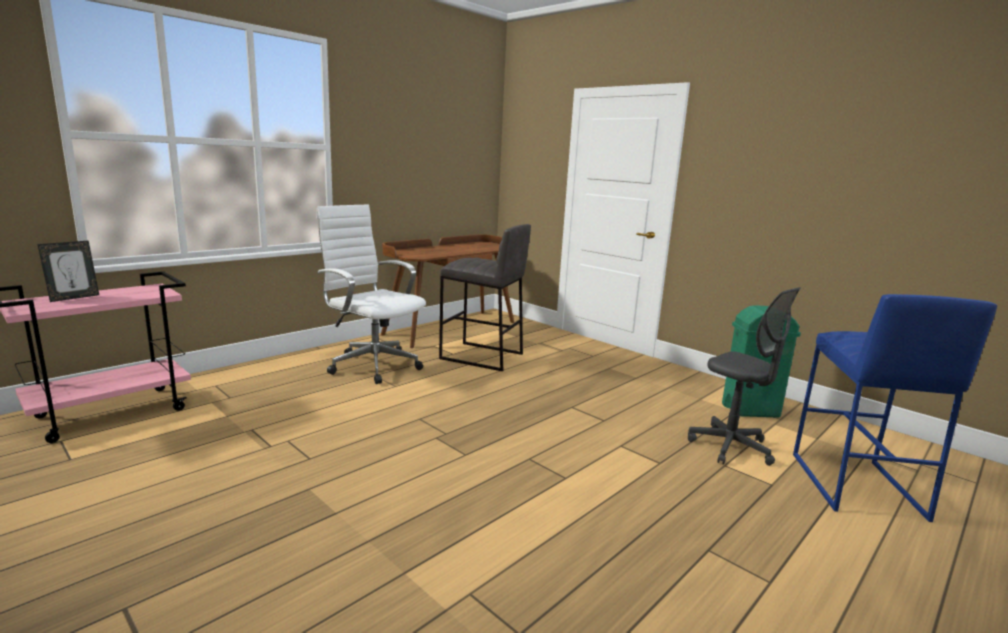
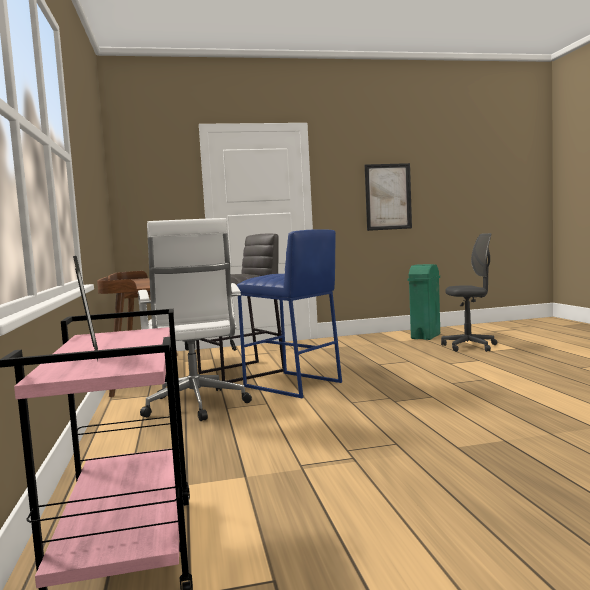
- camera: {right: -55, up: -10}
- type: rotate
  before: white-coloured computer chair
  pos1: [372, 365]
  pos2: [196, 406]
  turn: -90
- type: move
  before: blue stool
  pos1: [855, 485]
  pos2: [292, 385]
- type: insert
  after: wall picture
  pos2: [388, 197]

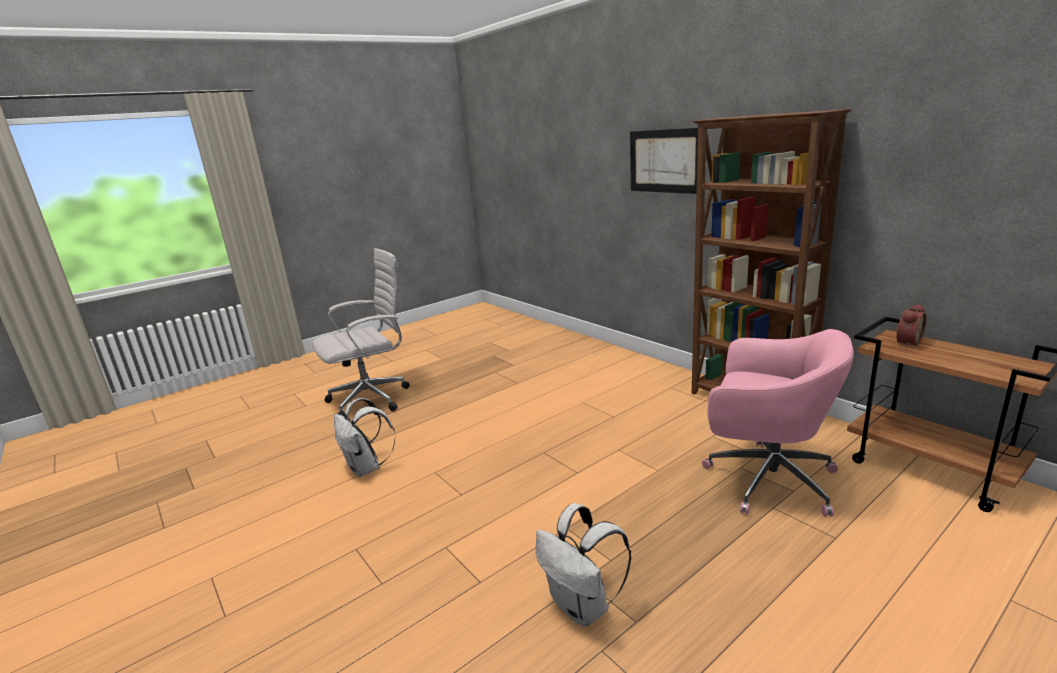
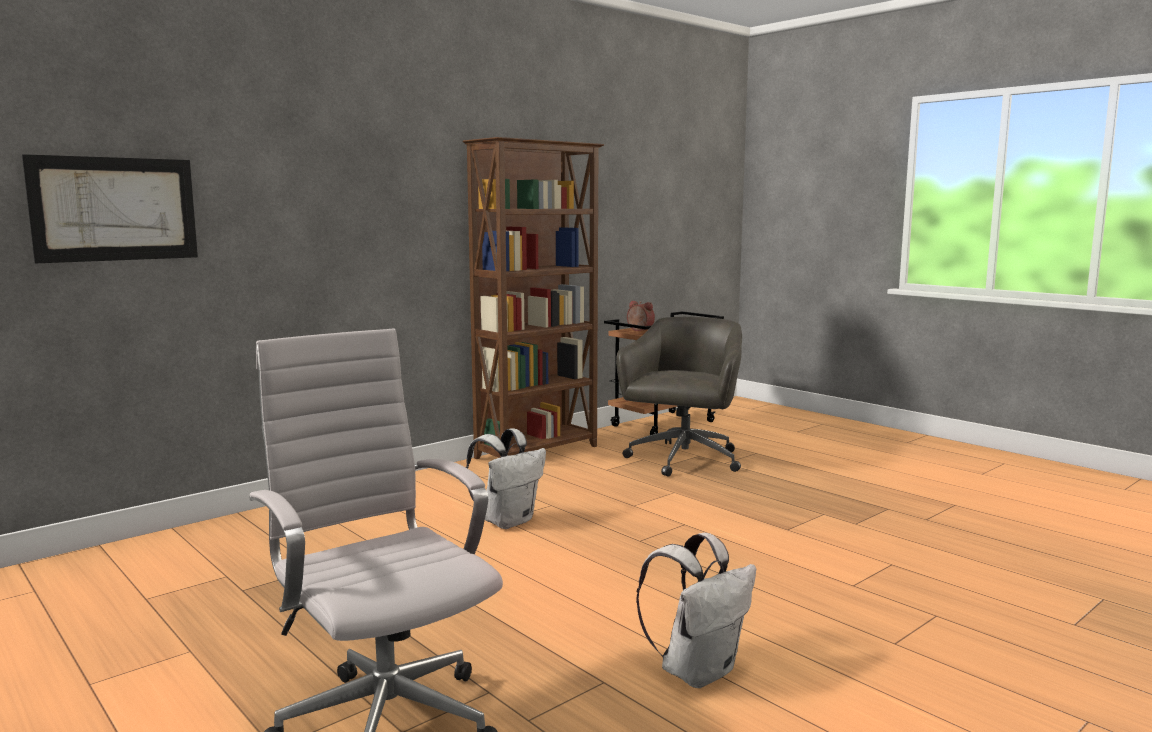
- camera: {right: -95, up: -10}
- type: move
  before: white-coloured knapsack
  pos1: [583, 606]
  pos2: [508, 521]
- type: move
  before: wall picture
  pos1: [665, 161]
  pos2: [115, 209]
- type: recolor
  before: pinkish computer chair
  after: greyish computer chair
  pos1: [766, 479]
  pos2: [683, 460]

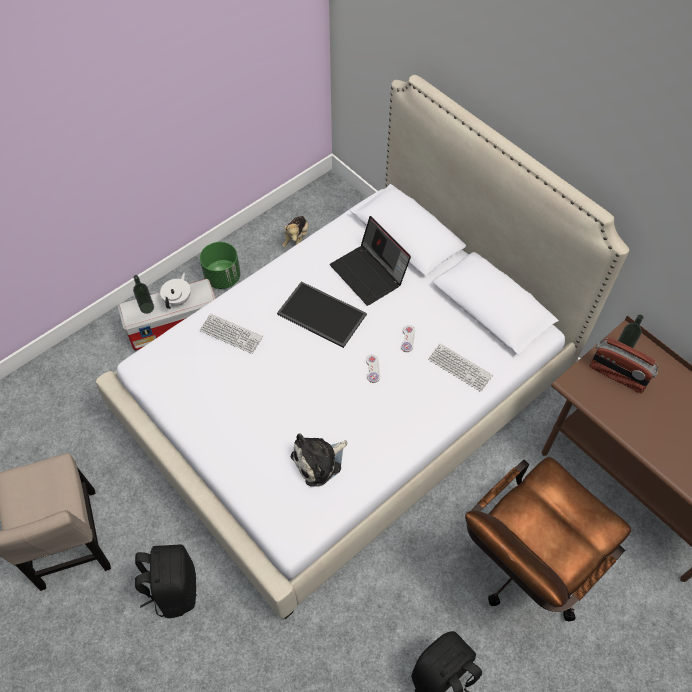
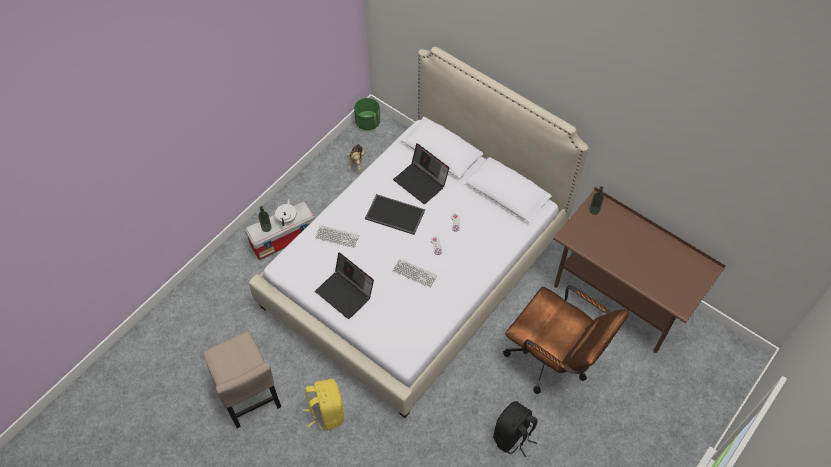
- camera: {right: -10, up: 0}
- type: recolor
  before: black-coloured knapsack
  after: yellow-coloured knapsack
  pos1: [173, 589]
  pos2: [327, 412]
- type: move
  before: green-coloured plant pot
  pos1: [223, 277]
  pos2: [367, 122]
- type: delete
  before: cuddly toy
  pos1: [319, 461]
- type: move
  before: computer keyboard
  pos1: [460, 368]
  pos2: [414, 273]
- type: rotate
  before: brownish computer chair
  pos1: [524, 567]
  pos2: [554, 360]
  turn: -90
- type: delete
  before: radio receiver
  pos1: [617, 375]
- type: insert
  after: notebook computer
  pos2: [346, 293]

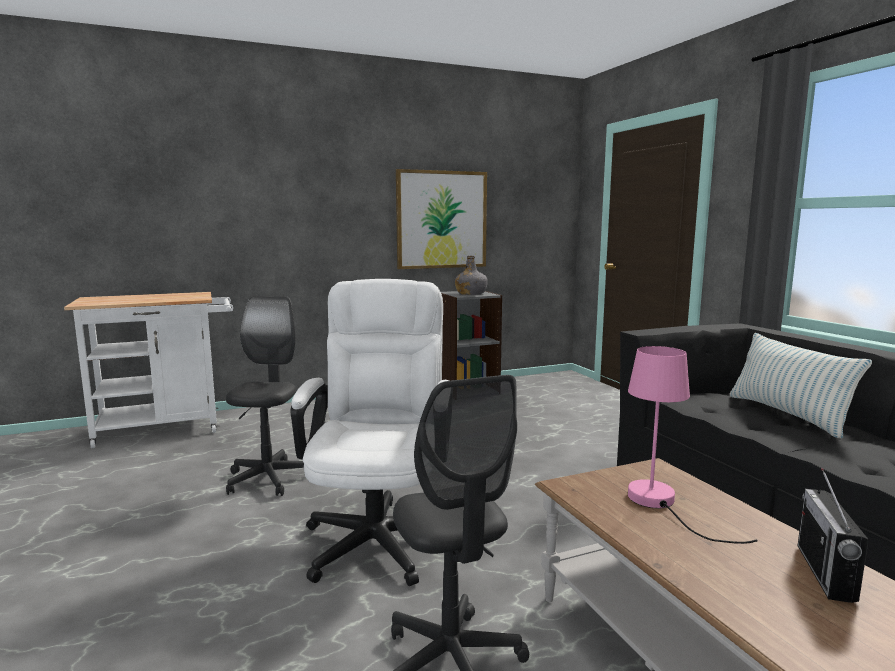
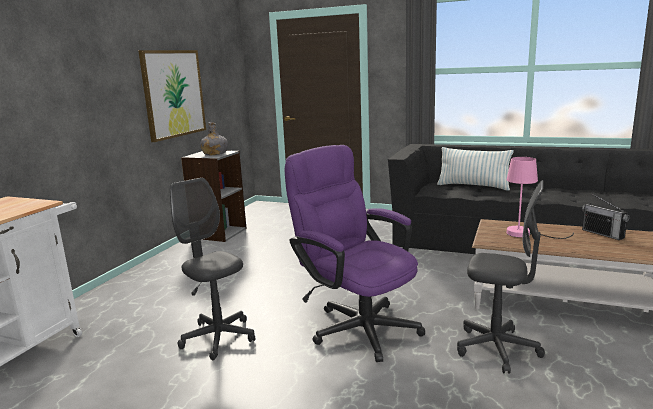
- camera: {right: -45, up: 5}
- type: recolor
  before: white-coloured computer chair
  after: purple computer chair
  pos1: [380, 533]
  pos2: [357, 325]

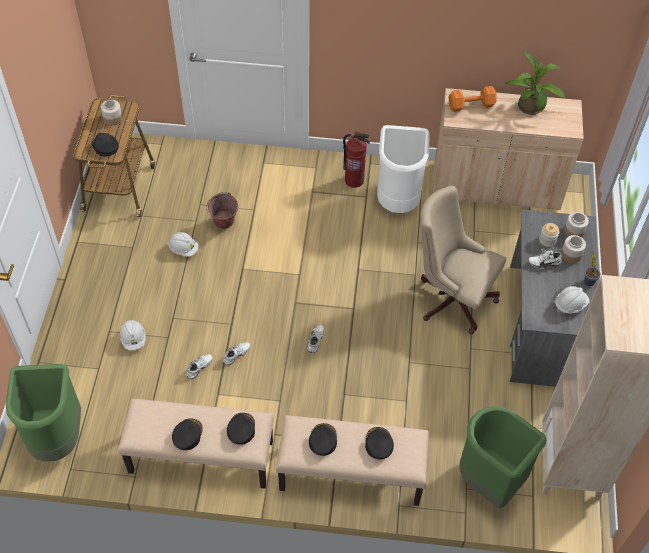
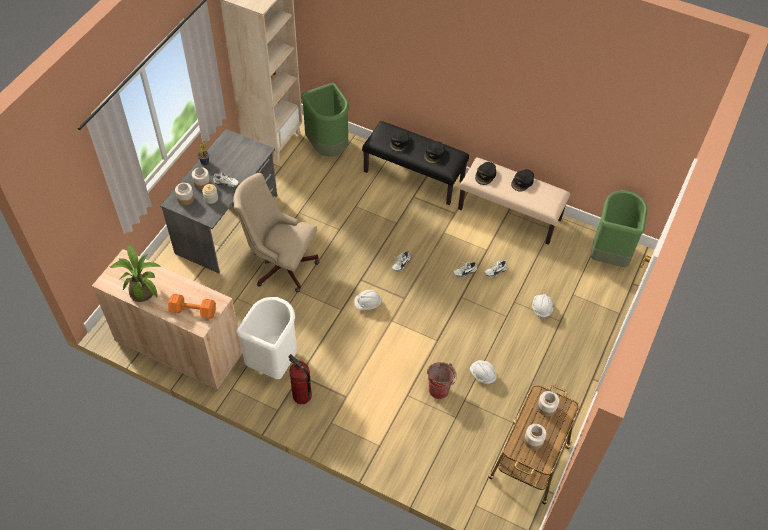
- camera: {right: -160, up: 0}
- type: replace
  before: black-coloured peaked cap
  after: preserve jar
  pos1: [105, 146]
  pos2: [546, 407]
- type: recolor
  before: sand-coloured long seat
  after: black-coloured long seat
  pos1: [350, 475]
  pos2: [414, 176]
- type: rotate
  before: sand-coloured computer chair
  pos1: [451, 297]
  pos2: [280, 264]
  turn: 150
- type: move
  before: white-coloured work helmet
  pos1: [570, 304]
  pos2: [367, 304]

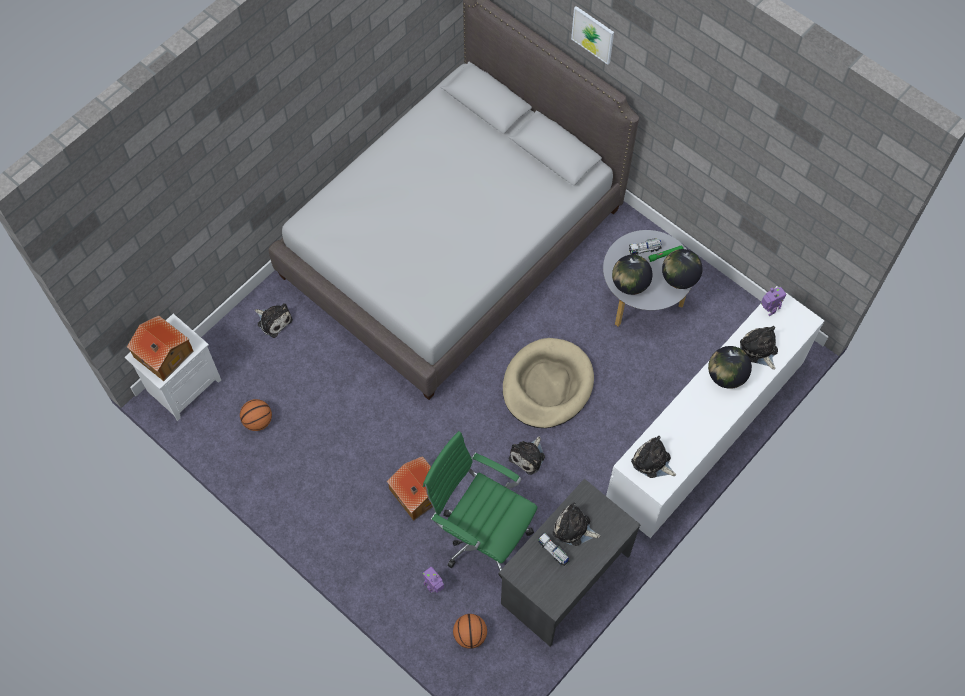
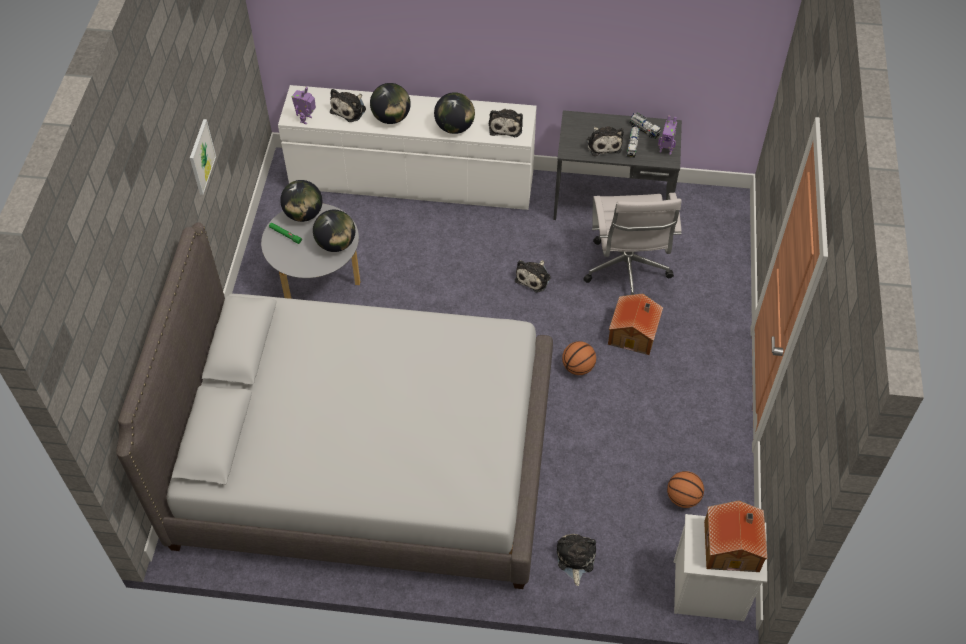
- camera: {right: -125, up: -10}
- type: recolor
  before: green-coloured computer chair
  after: white-coloured computer chair
  pos1: [480, 533]
  pos2: [626, 272]
- type: move
  before: model robot
  pos1: [434, 587]
  pos2: [666, 150]
- type: move
  before: basketball
  pos1: [470, 635]
  pos2: [578, 367]
- type: delete
  before: sand-coloured dog cushion
  pos1: [547, 385]
- type: rotate
  before: cuddly toy
  pos1: [528, 456]
  pos2: [534, 278]
  turn: 120
- type: move
  before: wall picture
  pos1: [593, 34]
  pos2: [201, 156]
- type: move
  before: toy lorry
  pos1: [644, 249]
  pos2: [644, 130]
- type: insert
  after: globe
  pos2: [454, 127]

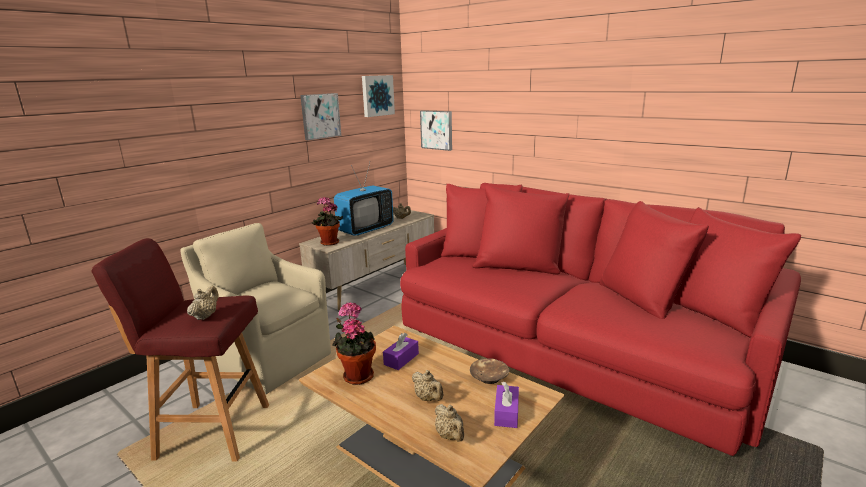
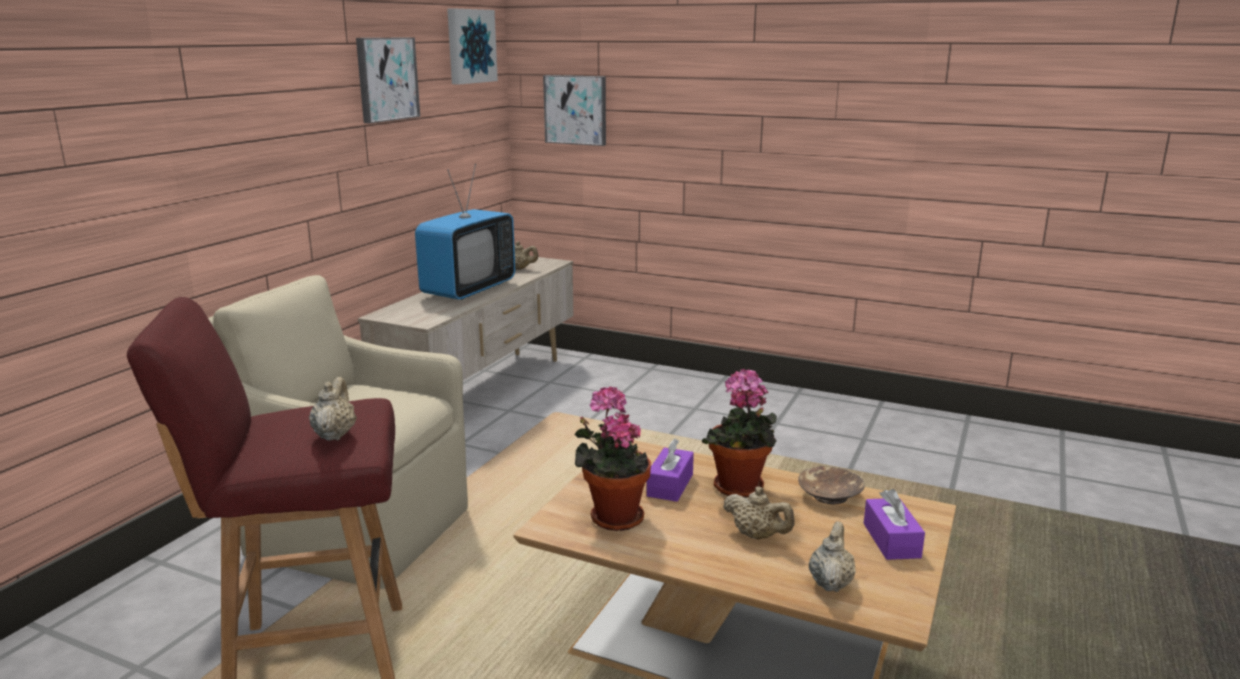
- camera: {right: -15, up: 0}
- type: move
  before: plant in a pot
  pos1: [329, 243]
  pos2: [739, 490]
- type: delete
  before: red-coloured settee
  pos1: [572, 344]
- type: rotate
  before: sand-coloured tea pot
  pos1: [450, 436]
  pos2: [830, 582]
  turn: -120

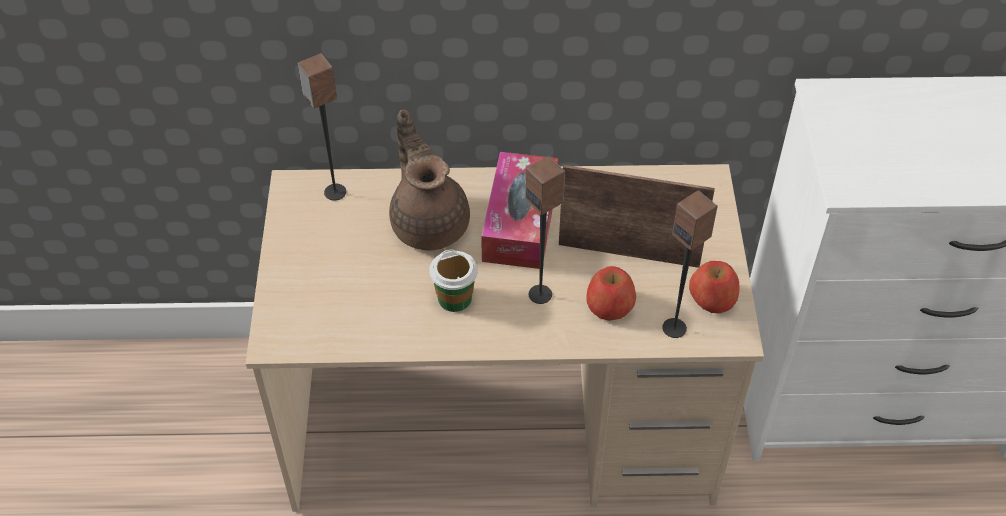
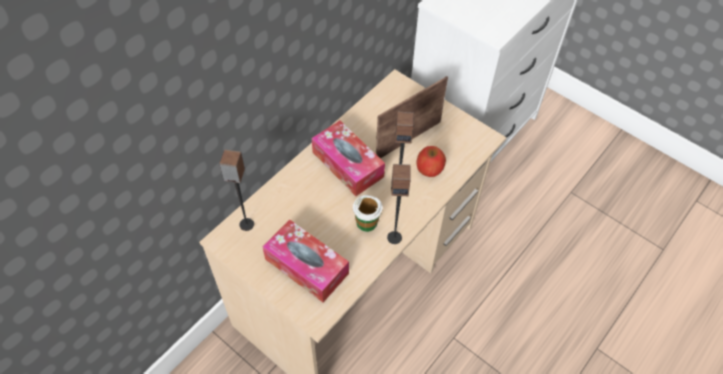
- camera: {right: -50, up: 5}
- type: delete
  before: brownish tea pot
  pos1: [429, 222]
- type: move
  before: audio speaker
  pos1: [674, 328]
  pos2: [394, 237]
- type: delete
  before: apple
  pos1: [712, 299]
- type: insert
  after: box of tissues
  pos2: [306, 266]

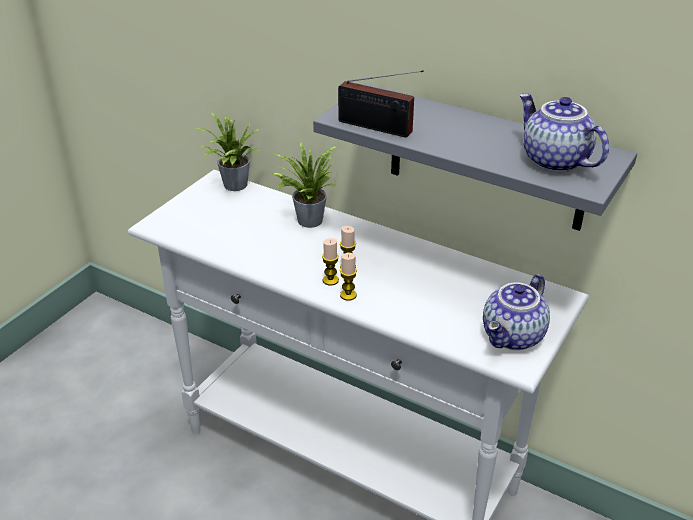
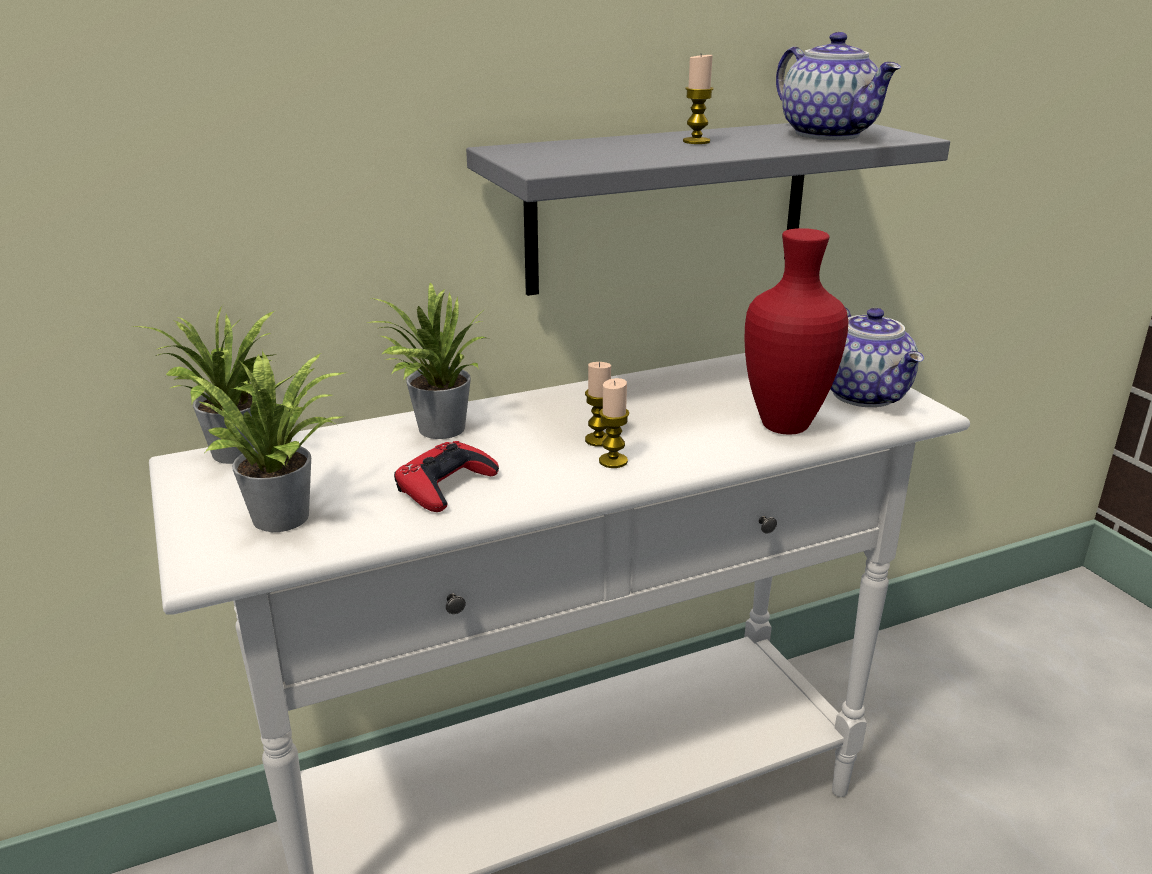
- camera: {right: -55, up: -10}
- type: delete
  before: radio receiver
  pos1: [378, 128]
- type: move
  before: wax candle
  pos1: [348, 295]
  pos2: [696, 141]
- type: rotate
  before: tea pot
  pos1: [553, 161]
  pos2: [830, 134]
  turn: -120
- type: insert
  after: plant in a pot
  pos2: [288, 515]
- type: insert
  after: red-coloured game controller
  pos2: [445, 486]
- type: insert
  after: red-coloured vase
  pos2: [787, 425]

